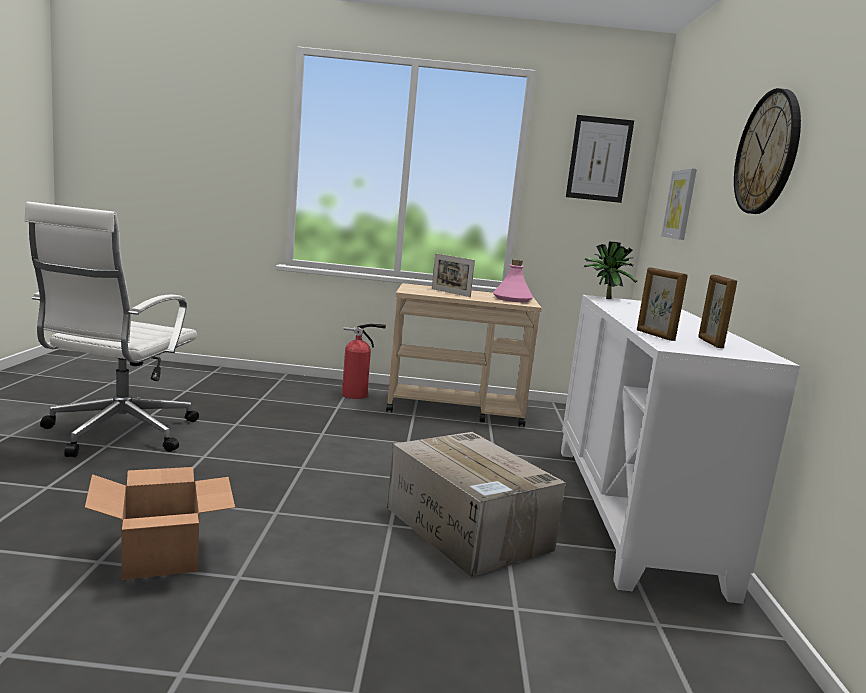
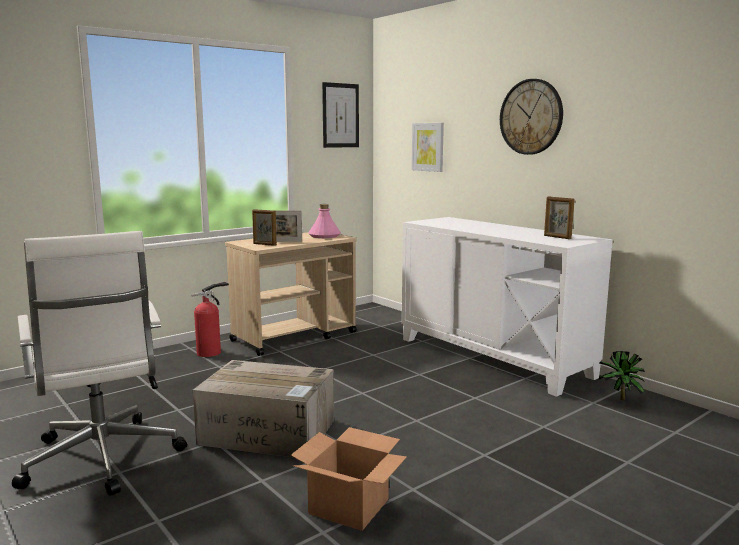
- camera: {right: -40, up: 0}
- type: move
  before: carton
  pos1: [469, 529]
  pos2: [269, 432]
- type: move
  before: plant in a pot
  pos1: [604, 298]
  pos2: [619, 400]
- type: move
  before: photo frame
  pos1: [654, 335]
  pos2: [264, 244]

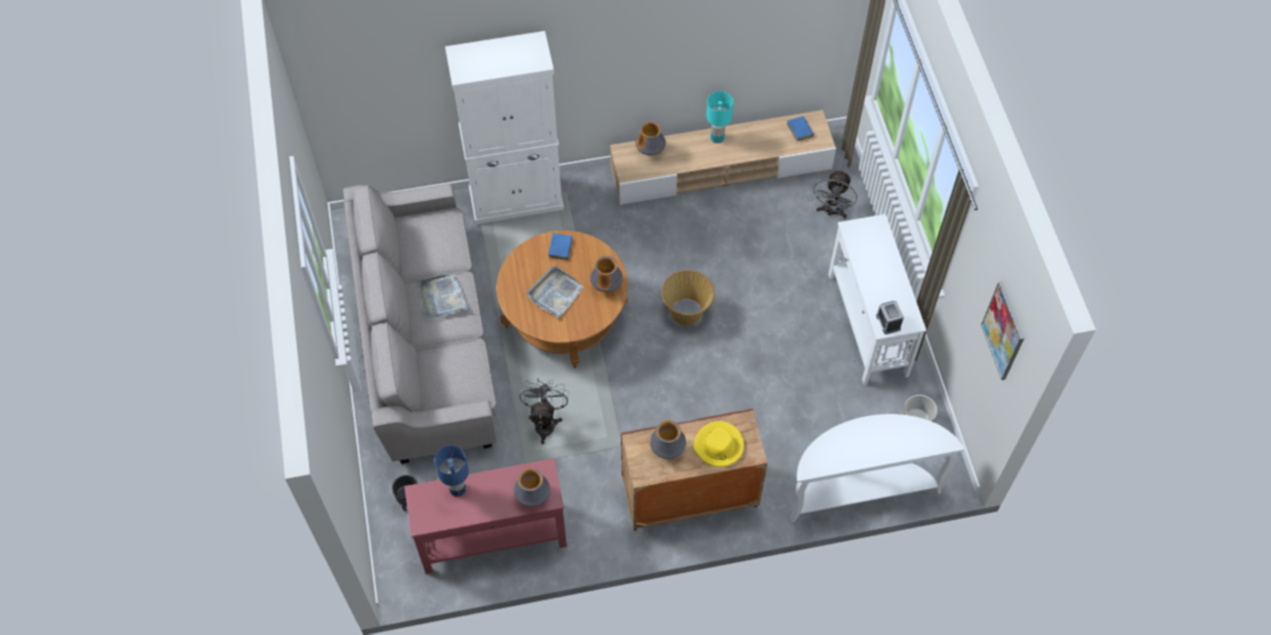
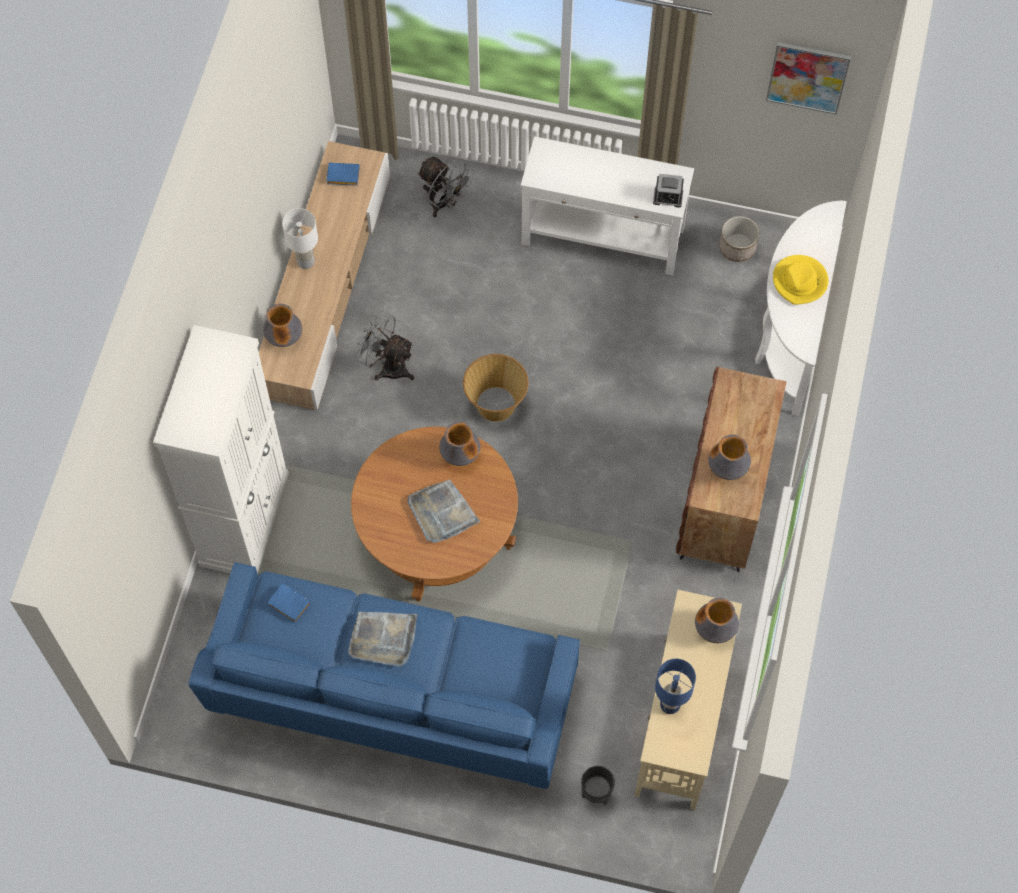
- camera: {right: -65, up: 5}
- type: recolor
  before: greyish settee
  after: blue settee
  pos1: [428, 341]
  pos2: [392, 695]
- type: recolor
  before: red-coloured console table
  after: sand-coloured console table
  pos1: [491, 536]
  pos2: [681, 721]
- type: move
  before: greyish electric fan
  pos1: [545, 421]
  pos2: [388, 366]
- type: move
  before: blue book
  pos1: [559, 247]
  pos2: [287, 604]
- type: move
  before: yellow-coloured hat
  pos1: [719, 446]
  pos2: [800, 281]
- type: recolor
  before: blue-green table lamp
  after: white-coloured table lamp
  pos1: [717, 138]
  pos2: [306, 261]

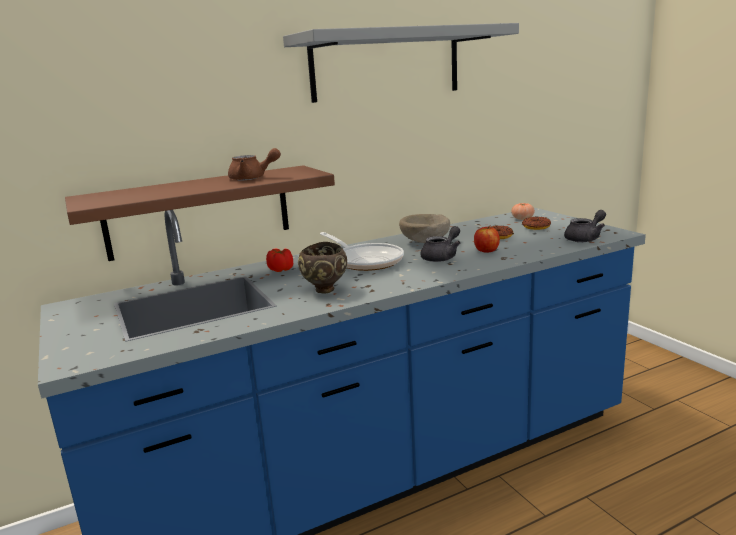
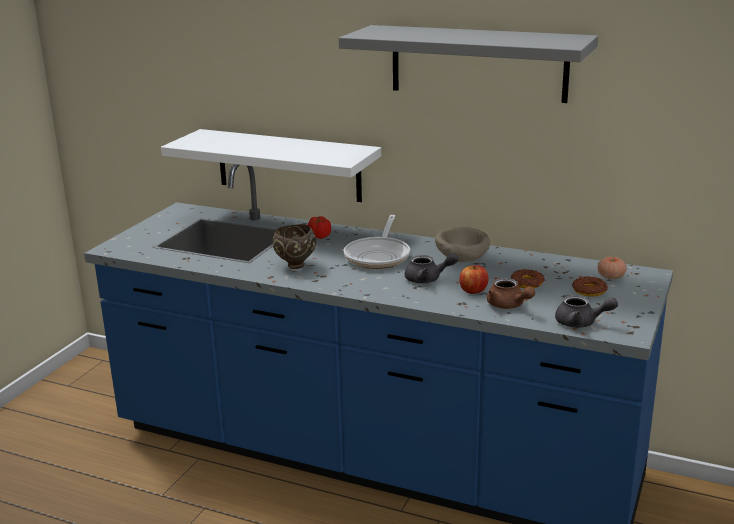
- camera: {right: 50, up: 5}
- type: recolor
  before: brownish bracket shelf
  after: white-coloured bracket shelf
  pos1: [199, 212]
  pos2: [288, 165]
- type: move
  before: brownish tea pot
  pos1: [252, 178]
  pos2: [508, 306]

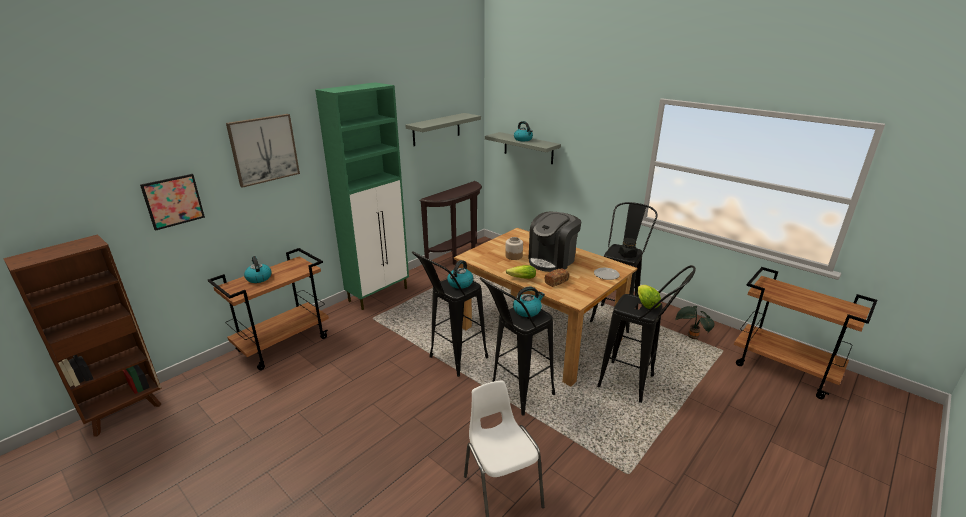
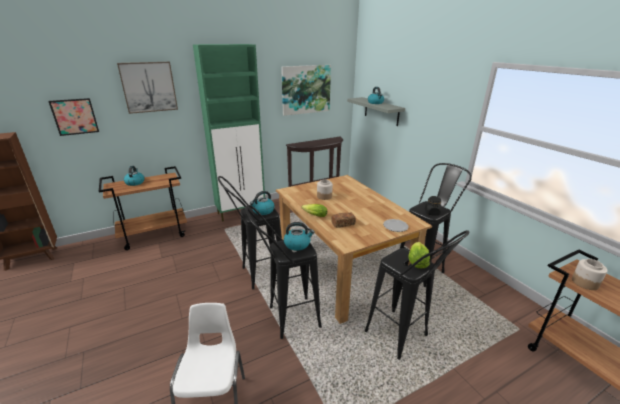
- camera: {right: 20, up: 0}
- type: replace
  before: greyish bracket shelf
  after: wall picture
  pos1: [436, 129]
  pos2: [306, 89]
- type: delete
  before: coffee maker
  pos1: [552, 260]
- type: delete
  before: plant in a pot
  pos1: [691, 337]
- type: insert
  after: preserve jar
  pos2: [584, 282]

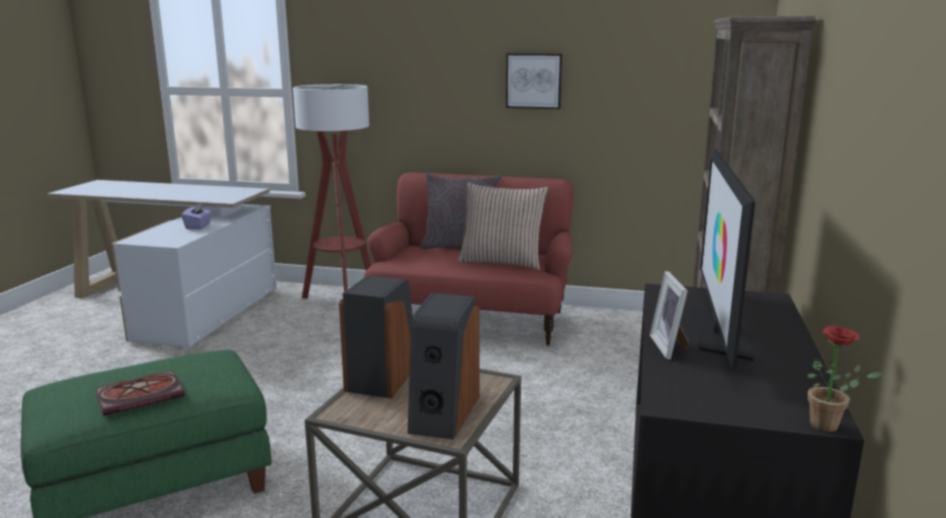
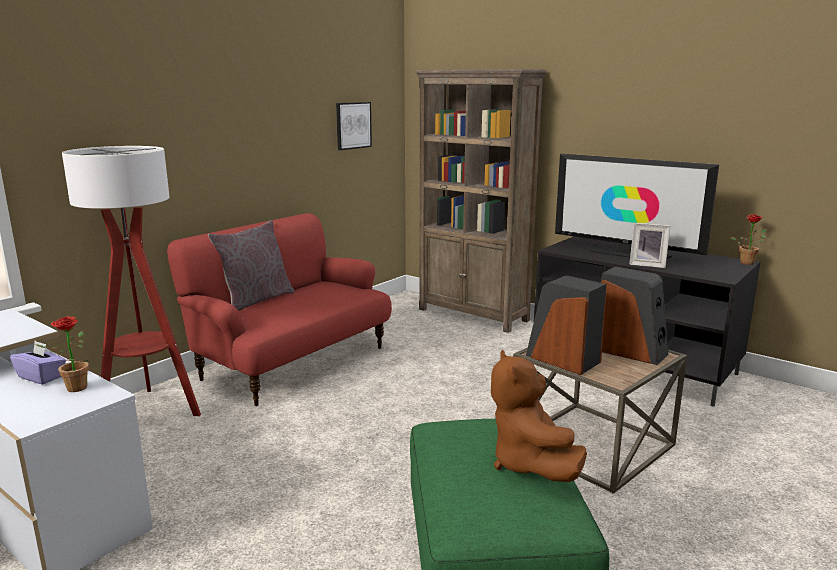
- camera: {right: -65, up: 0}
- type: replace
  before: book
  after: brownish cuddly toy
  pos1: [142, 395]
  pos2: [529, 464]
- type: delete
  before: cushion
  pos1: [502, 262]
- type: move
  before: wall picture
  pos1: [533, 81]
  pos2: [353, 125]
- type: insert
  after: plant in a pot
  pos2: [72, 389]

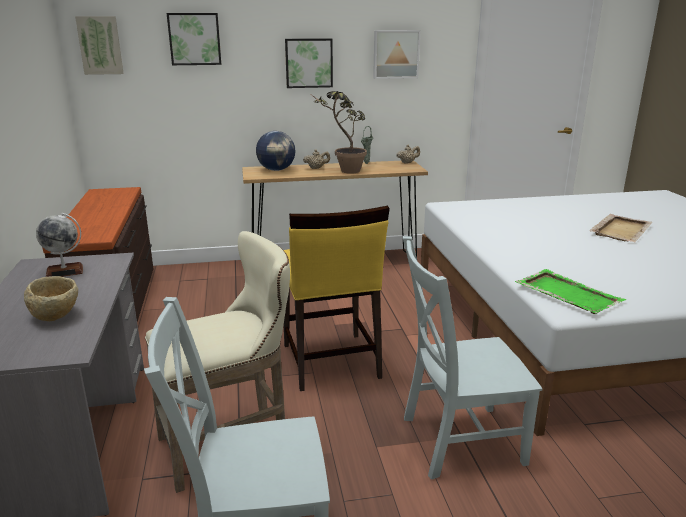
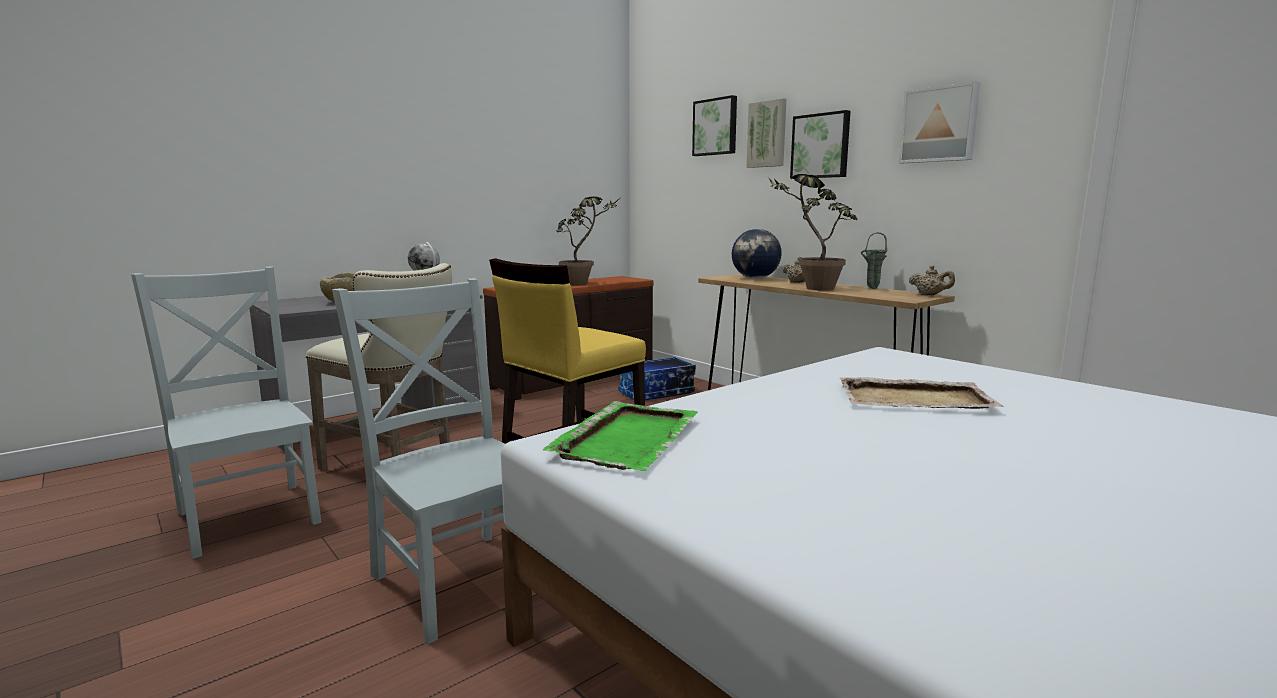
- camera: {right: 60, up: -10}
- type: move
  before: wall picture
  pos1: [100, 45]
  pos2: [767, 134]
- type: move
  before: sand-coloured tray
  pos1: [621, 230]
  pos2: [915, 399]
- type: insert
  after: plant in a pot
  pos2: [584, 283]
- type: insert
  after: storage bin
  pos2: [656, 393]

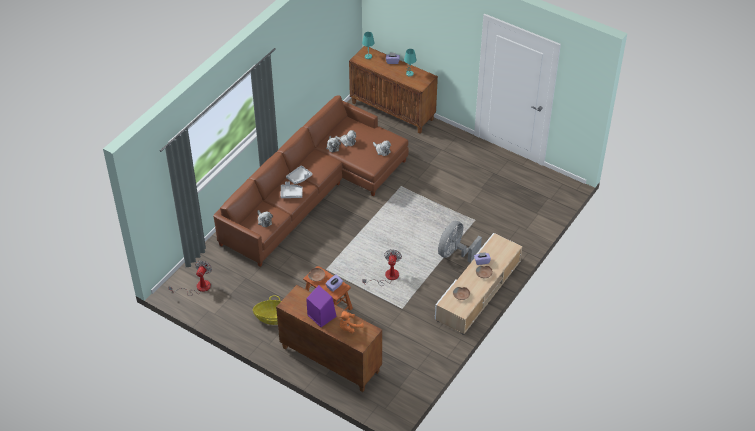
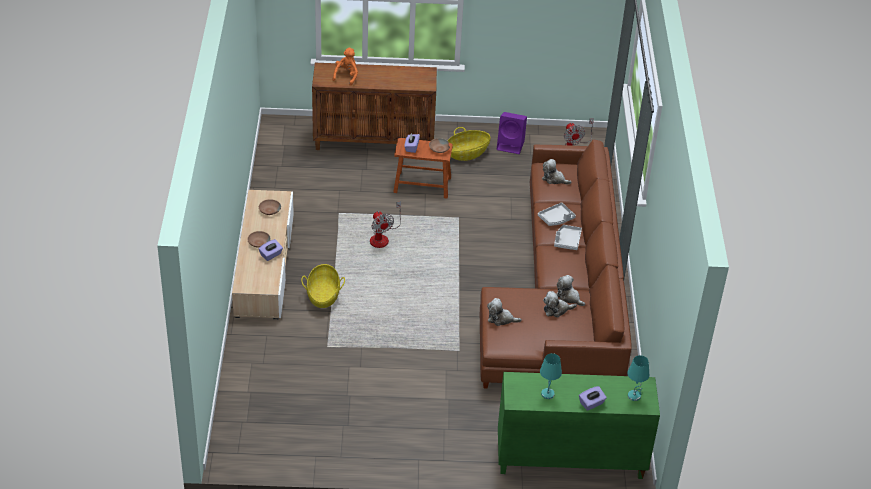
- camera: {right: 145, up: -5}
- type: move
  before: purple audio speaker
  pos1: [321, 315]
  pos2: [511, 145]
- type: recolor
  before: brownish cupboard
  after: green-coloured cupboard
  pos1: [393, 111]
  pos2: [569, 460]
- type: replace
  before: greyish electric fan
  after: storage basket
  pos1: [455, 253]
  pos2: [323, 295]

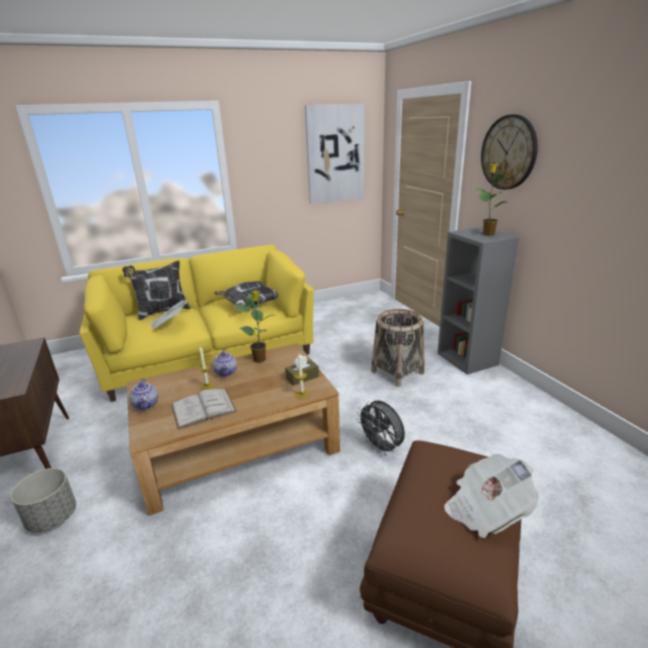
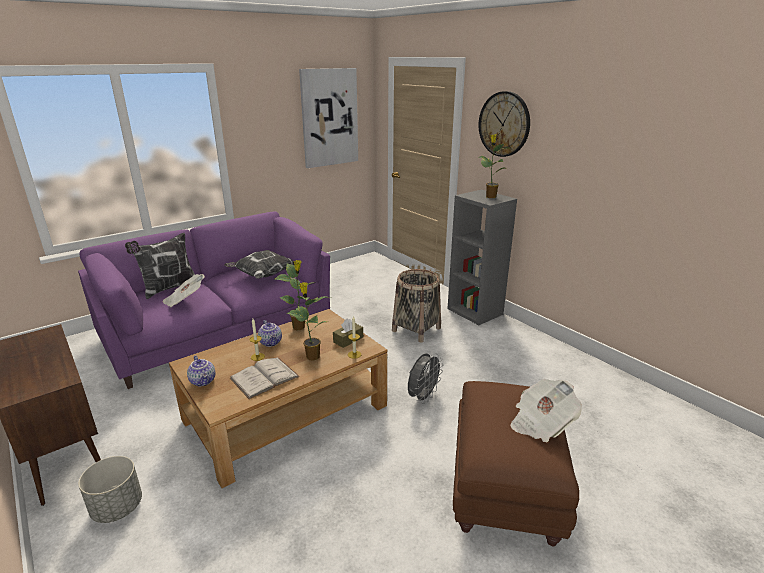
- camera: {right: -15, up: 0}
- type: recolor
  before: yellow-coloured settee
  after: purple settee
  pos1: [208, 353]
  pos2: [218, 329]
- type: rotate
  before: greyish electric fan
  pos1: [381, 447]
  pos2: [423, 397]
  turn: -90
- type: insert
  after: plant in a pot
  pos2: [312, 356]

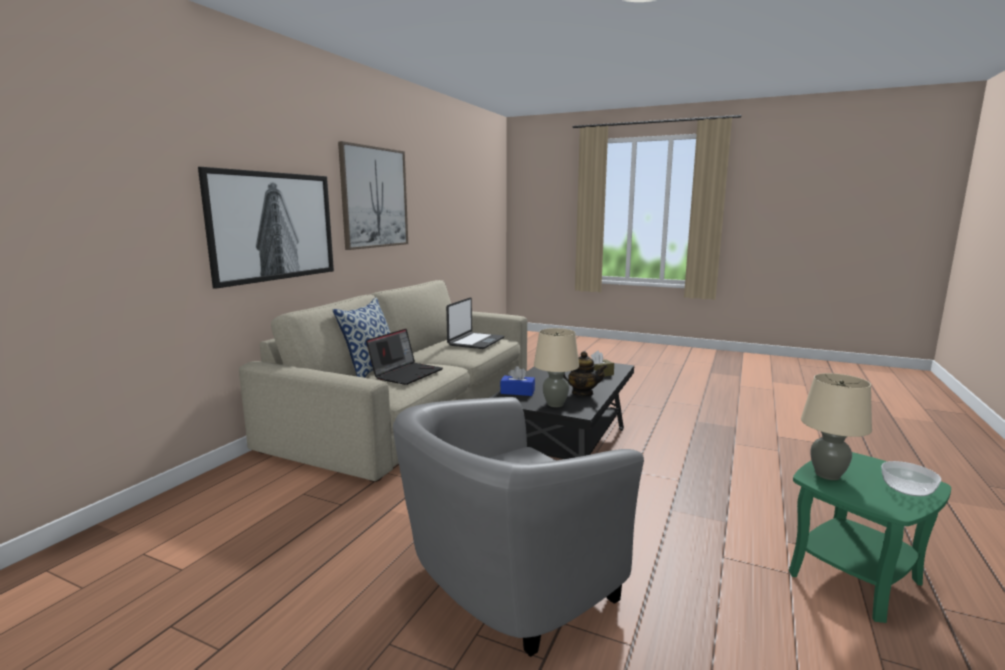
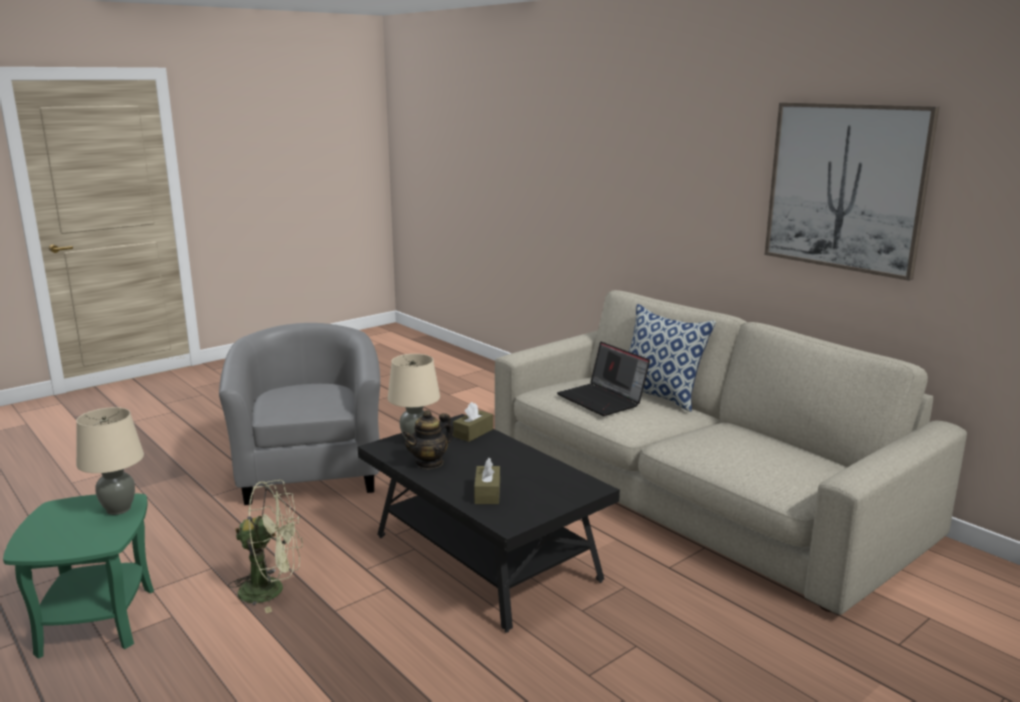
- camera: {right: 115, up: 5}
- type: delete
  before: wall picture
  pos1: [274, 226]
- type: delete
  before: notebook computer
  pos1: [475, 341]
- type: recolor
  before: blue box of tissues
  after: brownish box of tissues
  pos1: [517, 392]
  pos2: [473, 433]
- type: delete
  before: bowl
  pos1: [906, 489]
- type: insert
  after: green-coloured electric fan
  pos2: [272, 589]

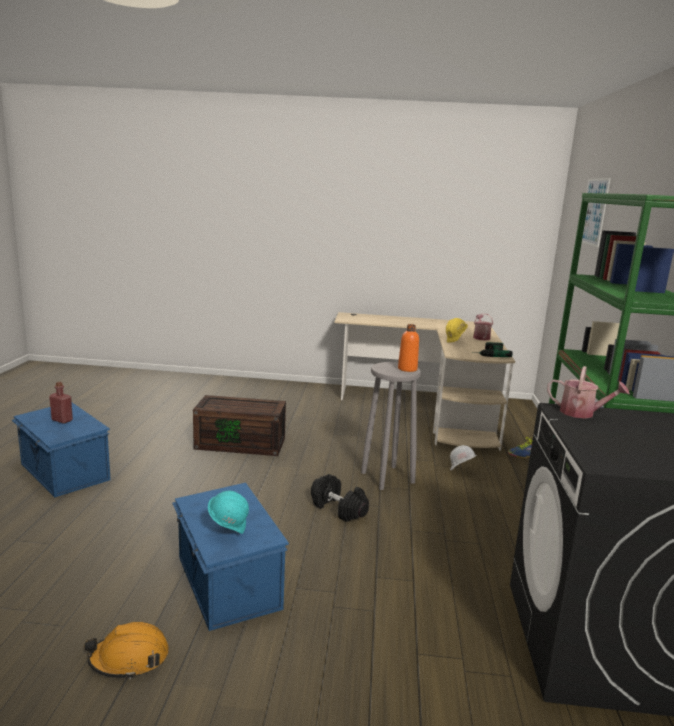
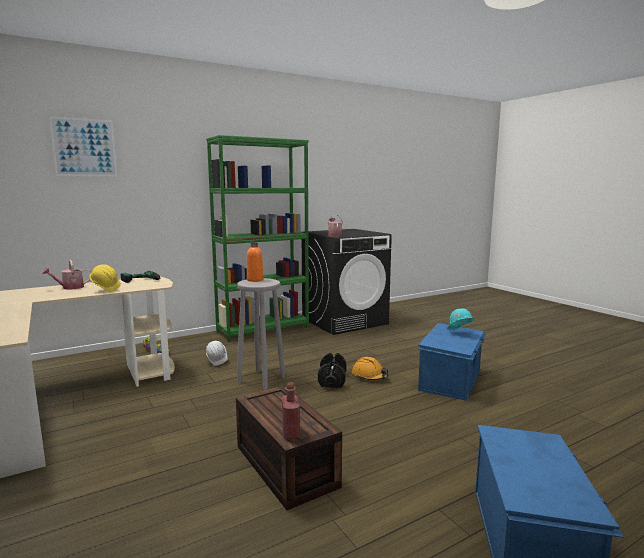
- camera: {right: -125, up: -5}
- type: move
  before: red-coloured drink bottle
  pos1: [62, 420]
  pos2: [291, 433]
- type: move
  before: orange work helmet
  pos1: [129, 659]
  pos2: [369, 376]

